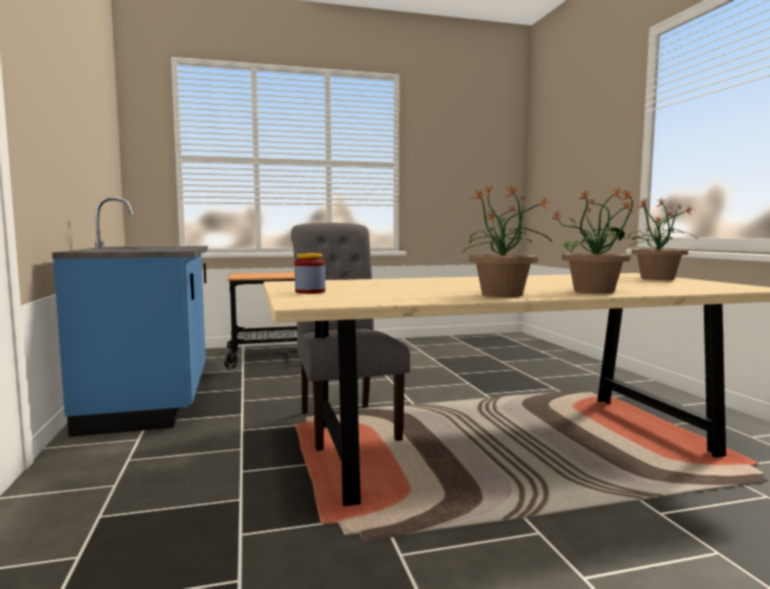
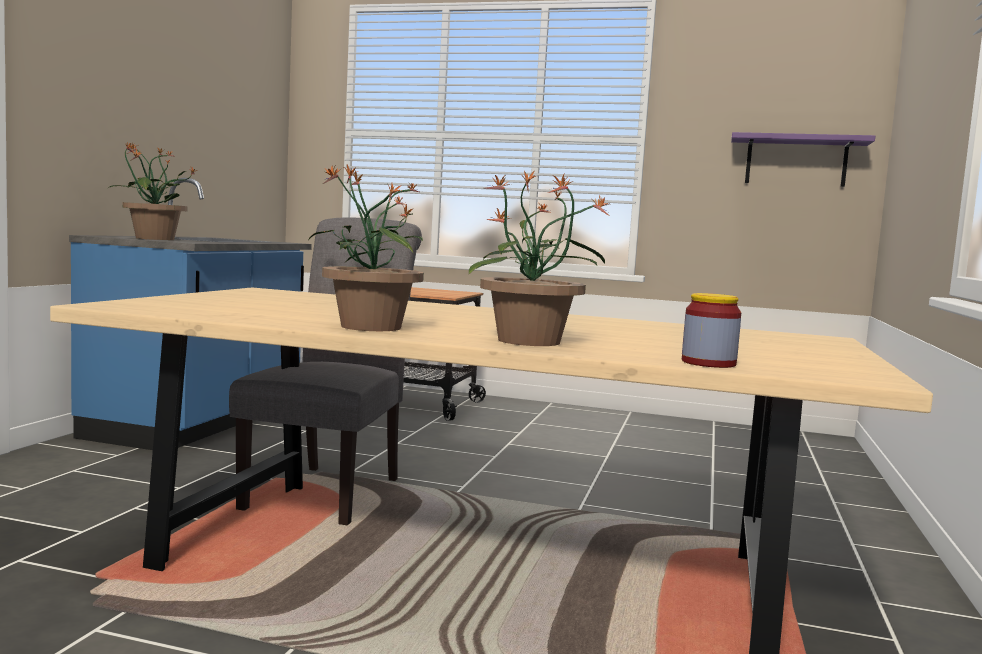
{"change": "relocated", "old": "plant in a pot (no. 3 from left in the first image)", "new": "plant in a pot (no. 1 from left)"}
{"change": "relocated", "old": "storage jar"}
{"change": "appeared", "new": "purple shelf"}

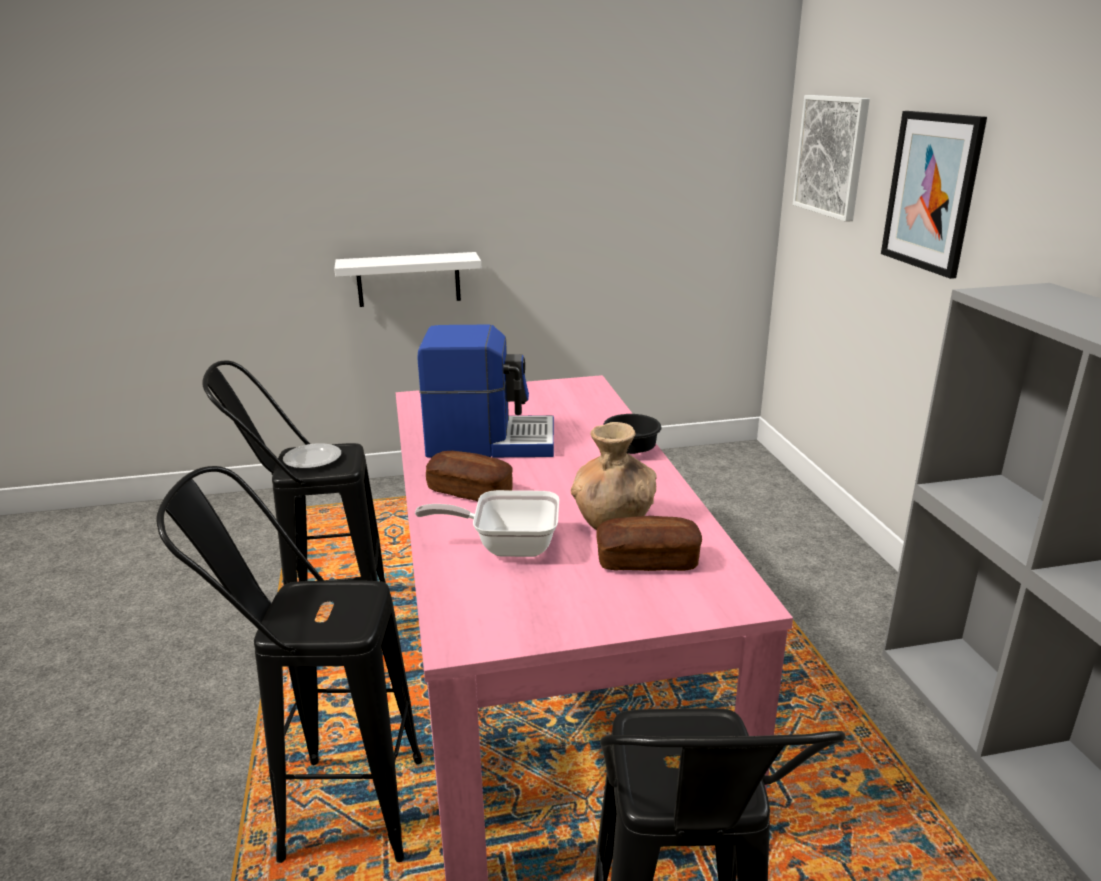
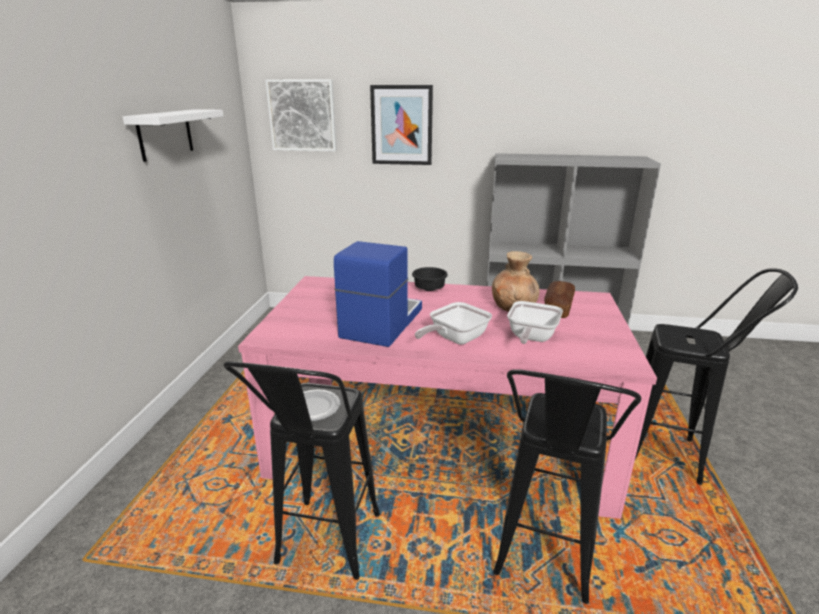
{"change": "relocated", "old": "whitish shelf"}
{"change": "exchanged", "old": "bread (no. 1 from left)", "new": "frying pan (no. 1 from left)"}

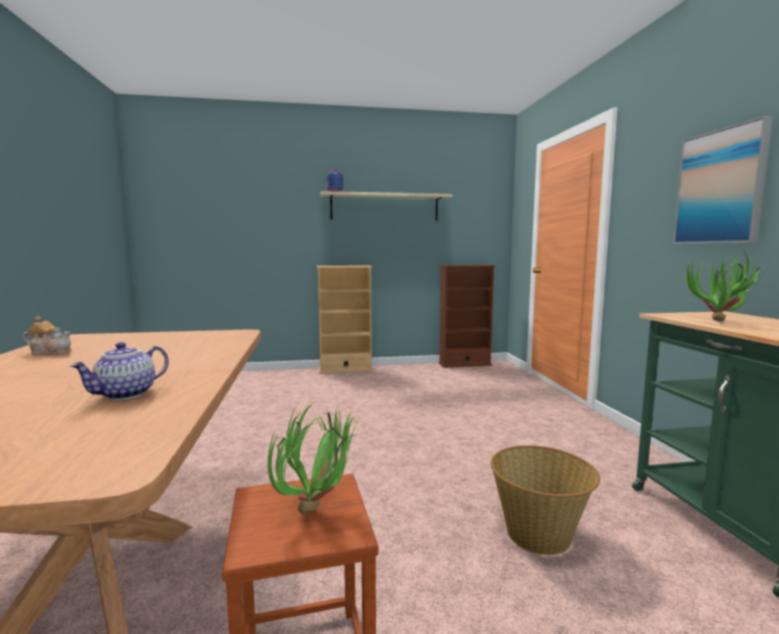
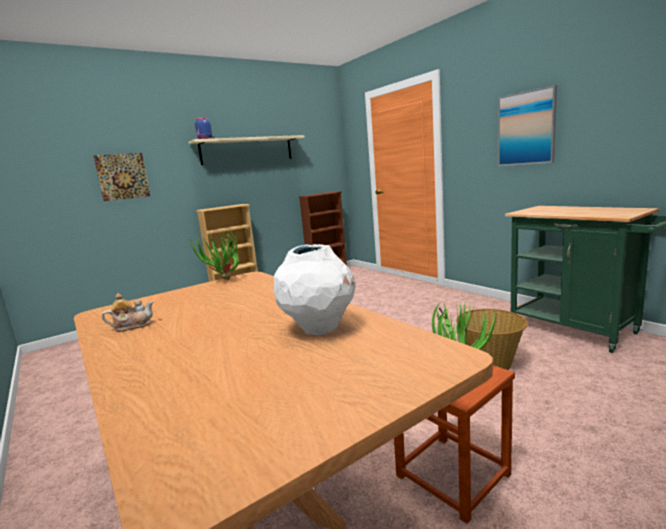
{"change": "relocated", "old": "plant in a pot (no. 2 from left in the first image)", "new": "plant in a pot (no. 1 from left)"}
{"change": "exchanged", "old": "tea pot (no. 2 from left)", "new": "whitish decorative vase"}
{"change": "appeared", "new": "wall picture (no. 1 from left)"}

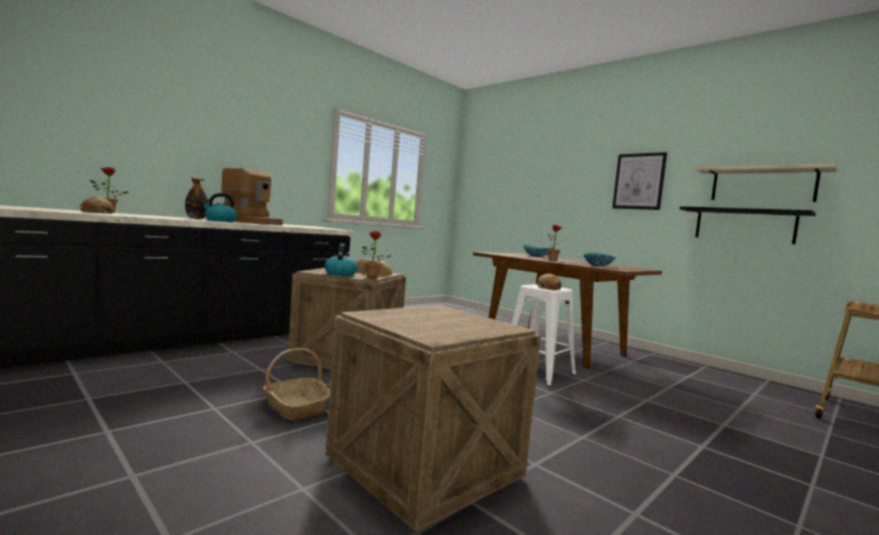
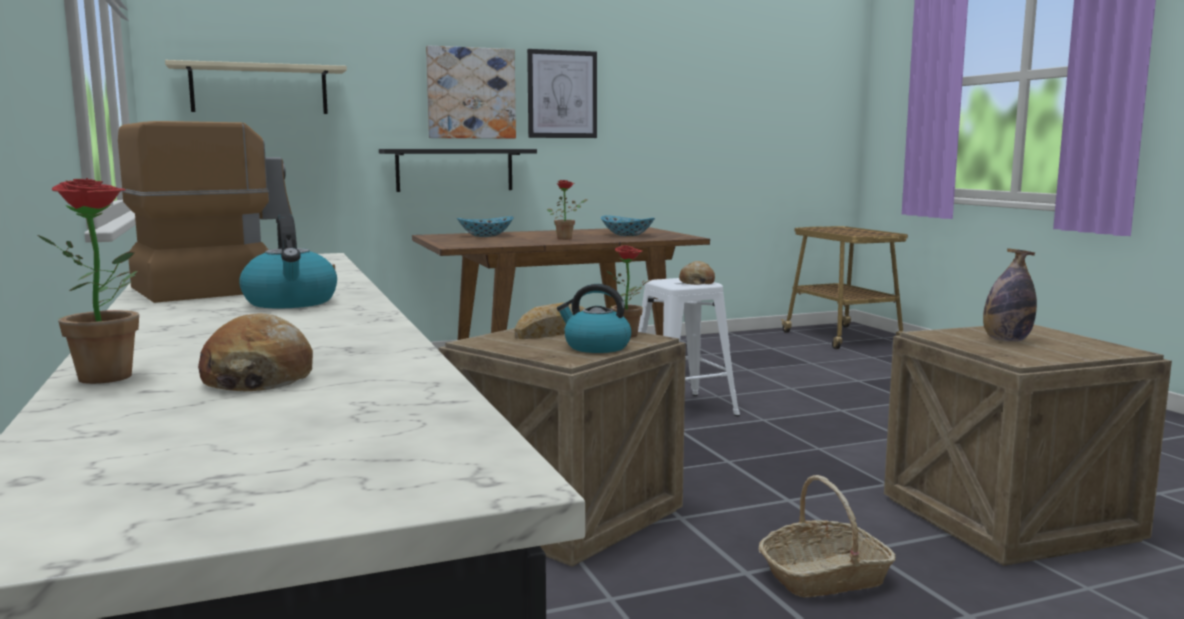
{"change": "relocated", "old": "sand-coloured shelf"}
{"change": "relocated", "old": "beverage bottle"}
{"change": "relocated", "old": "blackish shelf"}
{"change": "appeared", "new": "wall picture (no. 1 from left)"}

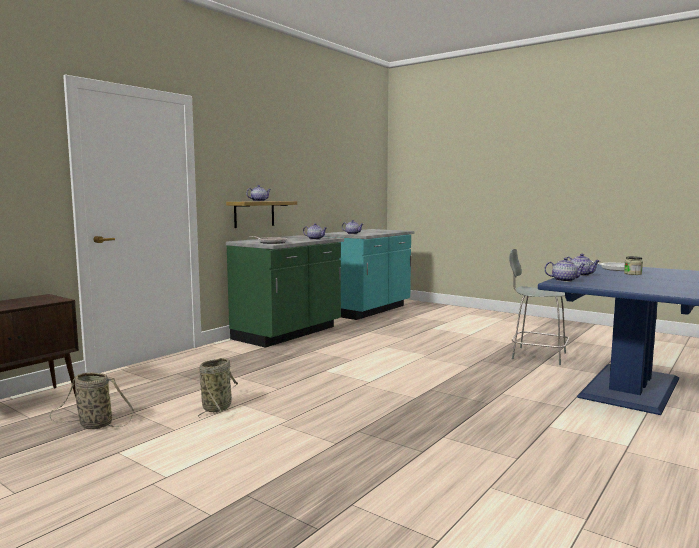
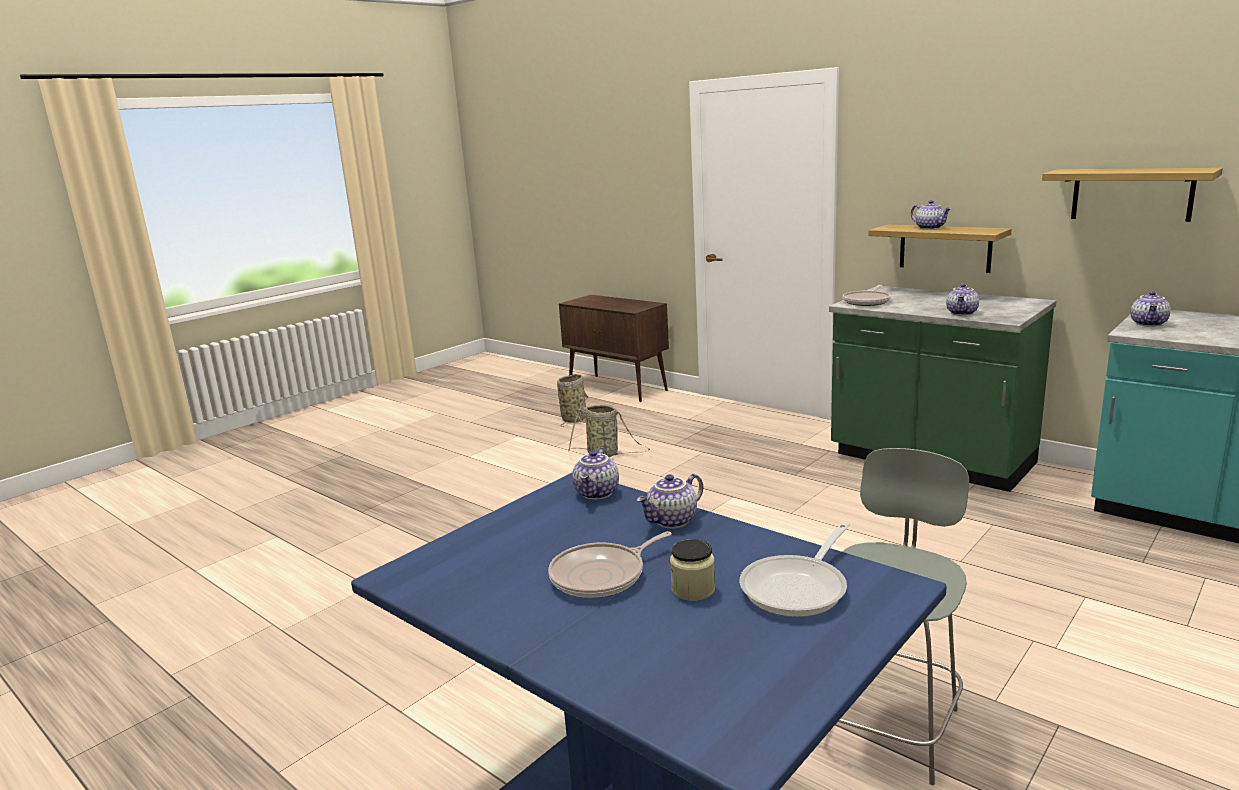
{"change": "appeared", "new": "shelf (no. 2 from left)"}
{"change": "appeared", "new": "frying pan (no. 1 from left)"}

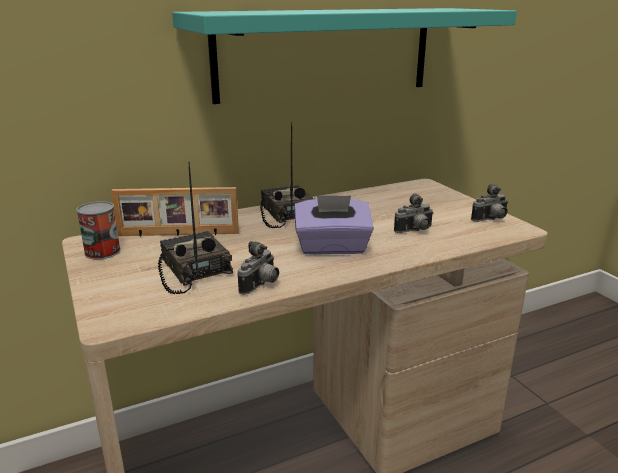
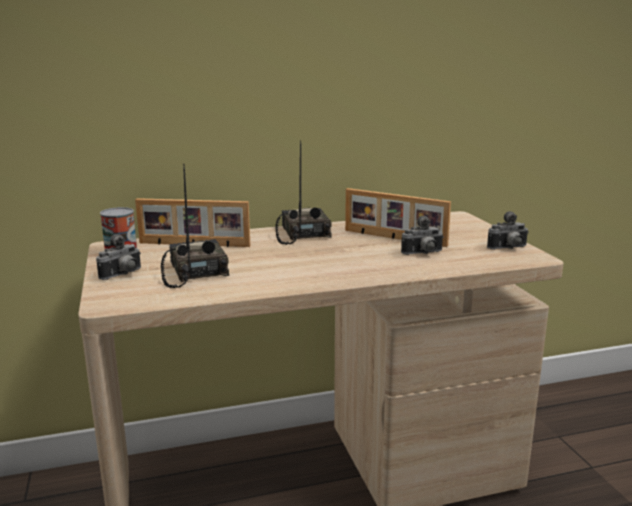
{"change": "missing", "old": "blue-green shelf"}
{"change": "missing", "old": "purple tissue box"}
{"change": "relocated", "old": "photo camera (no. 1 from left)"}
{"change": "appeared", "new": "photo frame (no. 2 from left)"}

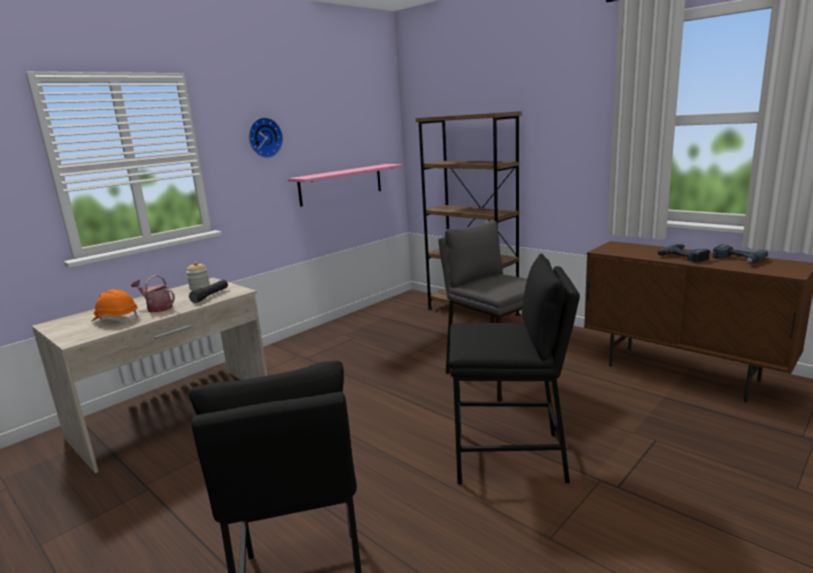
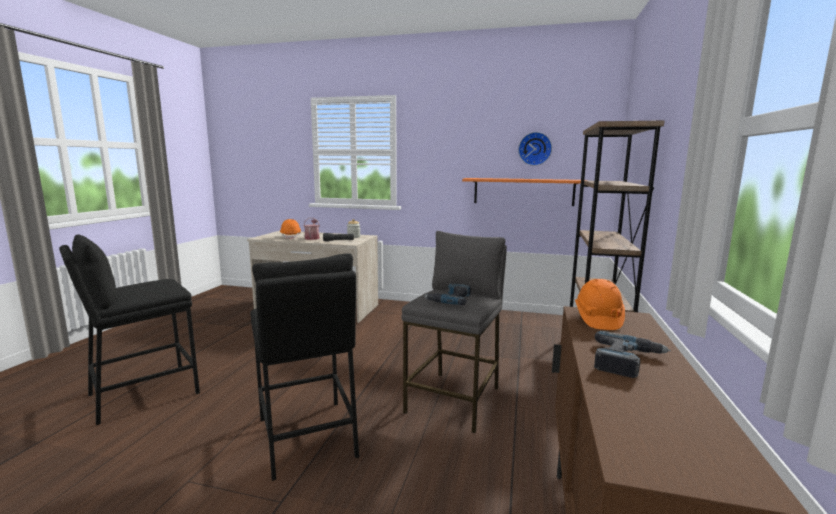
{"change": "relocated", "old": "wall clock"}
{"change": "colour", "old": "pinkish shelf", "new": "orangey shelf"}
{"change": "relocated", "old": "drill (no. 2 from left in the first image)", "new": "drill (no. 1 from left)"}
{"change": "appeared", "new": "orangey work helmet (no. 2 from left)"}

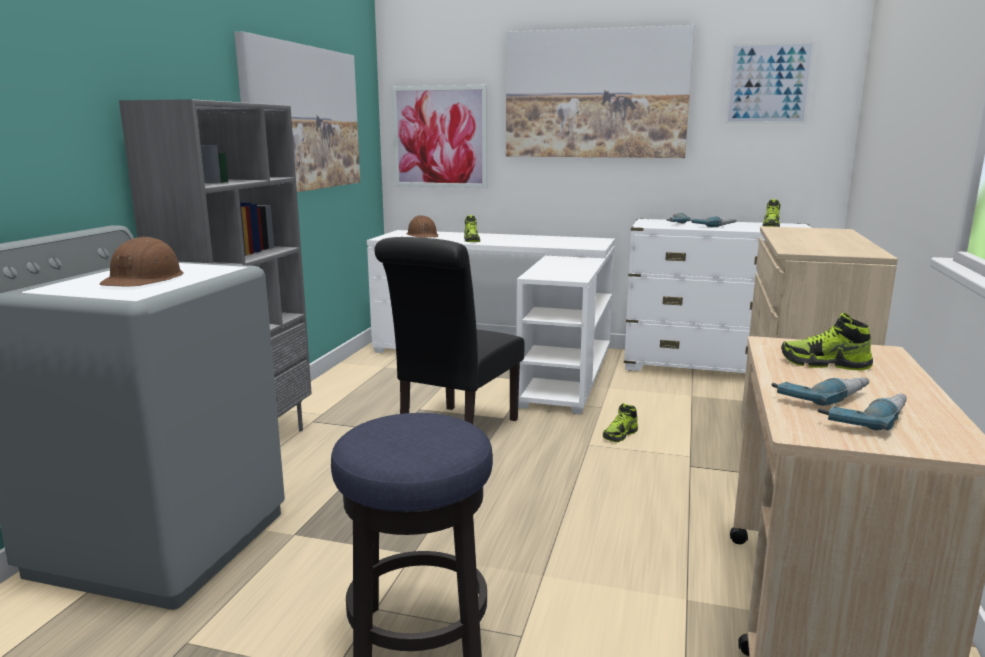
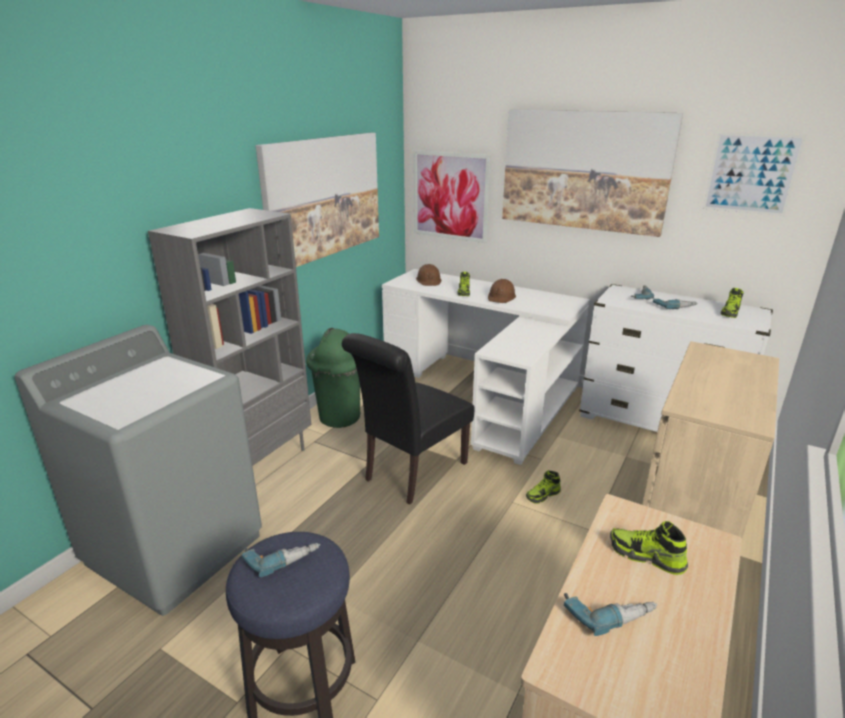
{"change": "relocated", "old": "brown-coloured work helmet (no. 1 from left in the first image)", "new": "brown-coloured work helmet (no. 2 from left)"}
{"change": "relocated", "old": "drill (no. 4 from left in the first image)", "new": "drill (no. 1 from left)"}
{"change": "appeared", "new": "green trash can"}

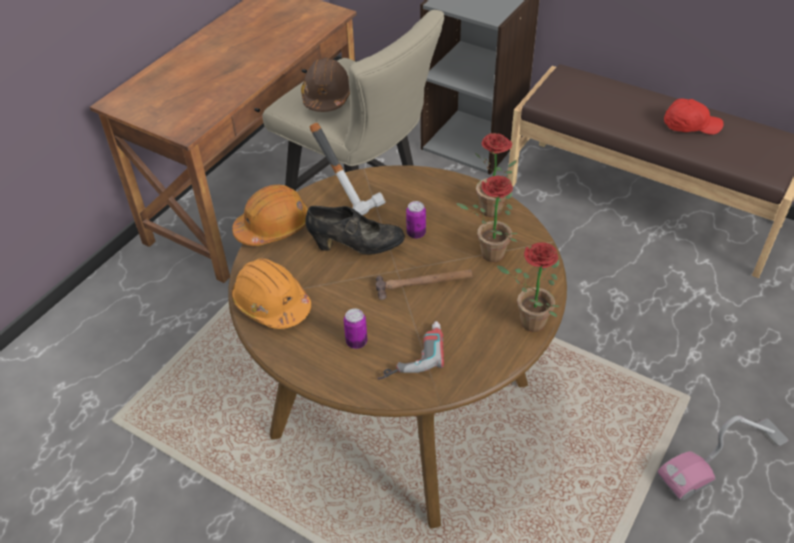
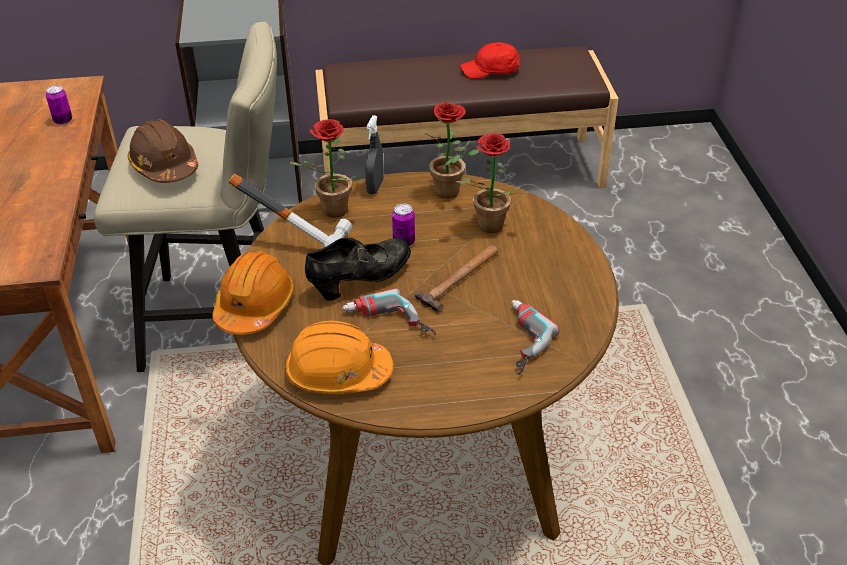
{"change": "spun", "old": "reddish cap", "degrees": -150}
{"change": "relocated", "old": "plant in a pot (no. 3 from left in the first image)", "new": "plant in a pot (no. 1 from left)"}
{"change": "relocated", "old": "sealed can (no. 1 from left)"}
{"change": "missing", "old": "vacuum cleaner"}
{"change": "appeared", "new": "gray hand sprayer"}
{"change": "appeared", "new": "drill (no. 1 from left)"}

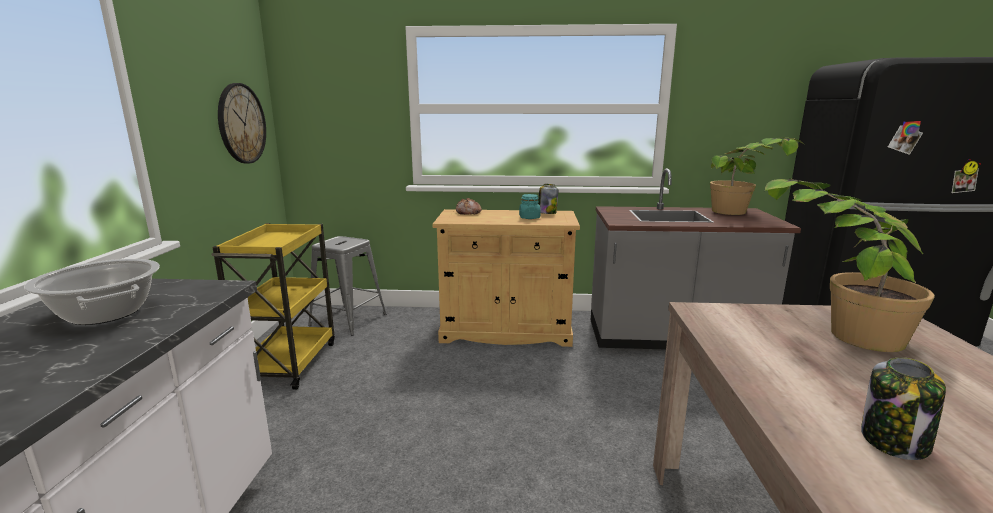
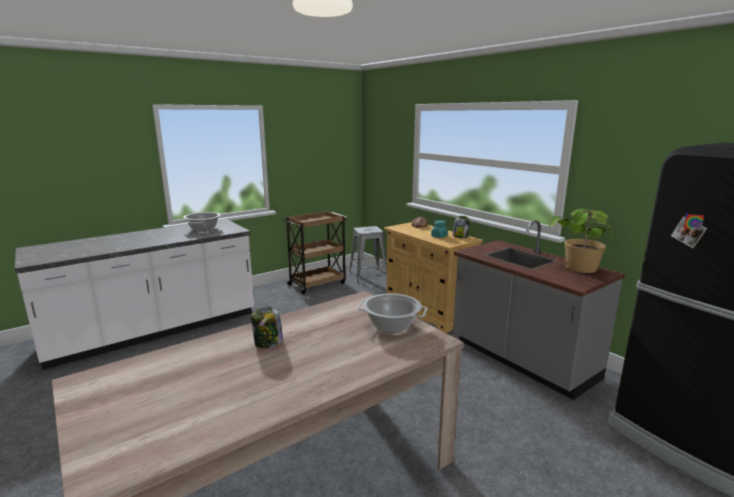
{"change": "missing", "old": "wall clock"}
{"change": "exchanged", "old": "plant in a pot (no. 2 from left)", "new": "cooking pot (no. 2 from left)"}
{"change": "colour", "old": "yellowish wheeled cart", "new": "brown-coloured wheeled cart"}

